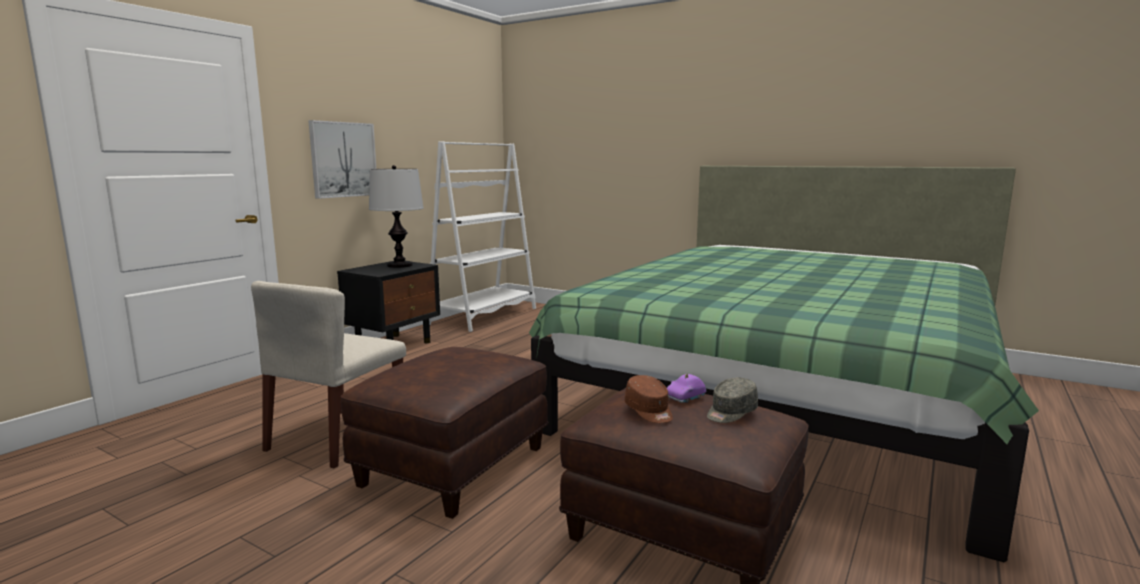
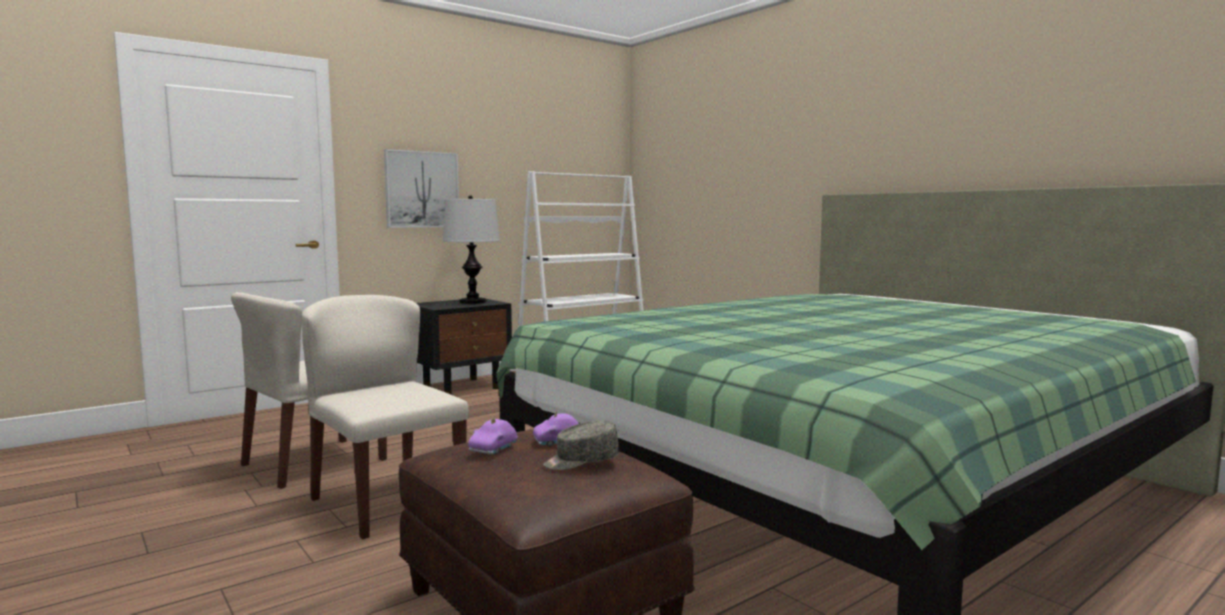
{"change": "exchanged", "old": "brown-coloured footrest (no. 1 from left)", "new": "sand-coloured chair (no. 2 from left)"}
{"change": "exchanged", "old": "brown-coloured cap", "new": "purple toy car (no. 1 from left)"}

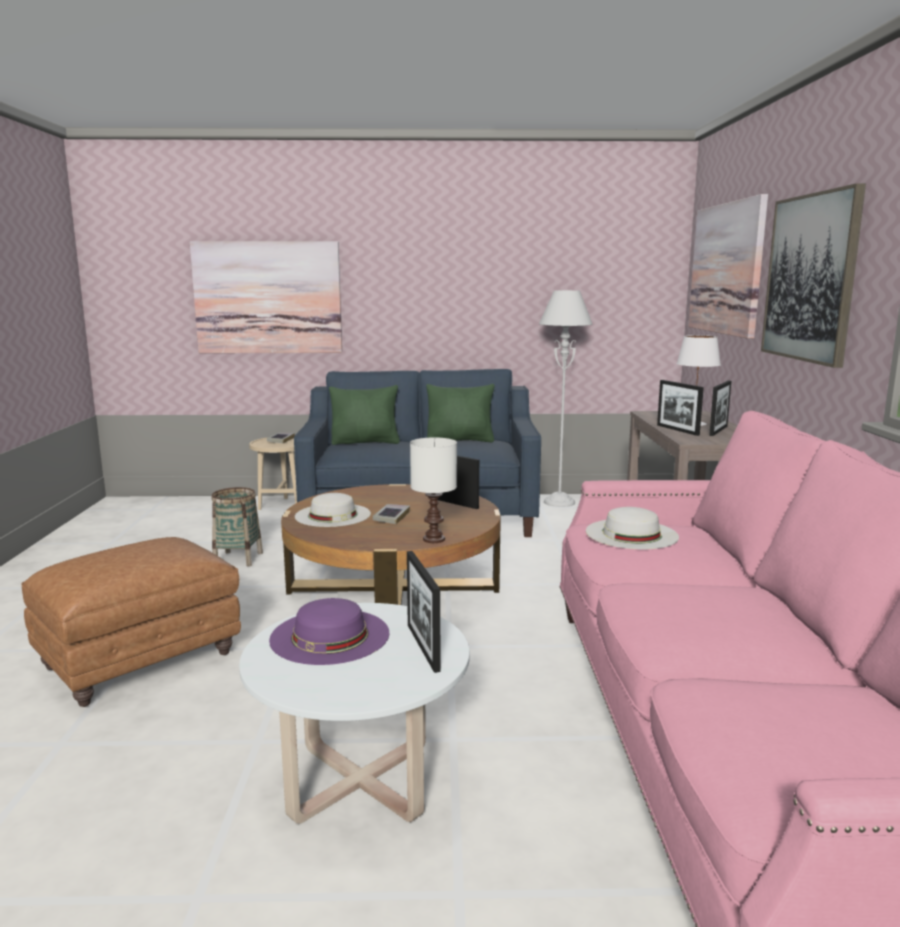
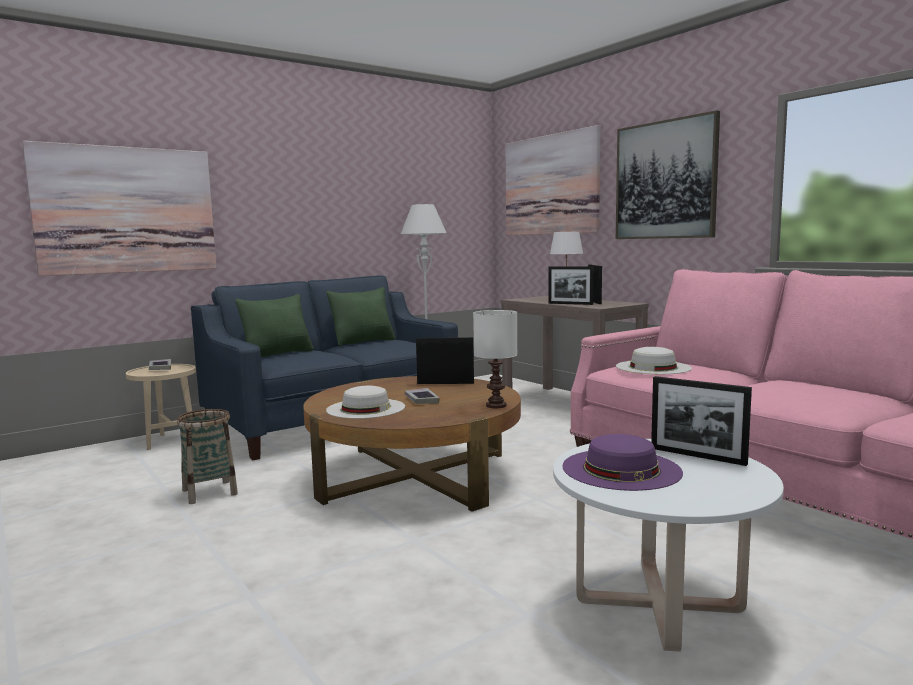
{"change": "missing", "old": "brown-coloured footrest"}

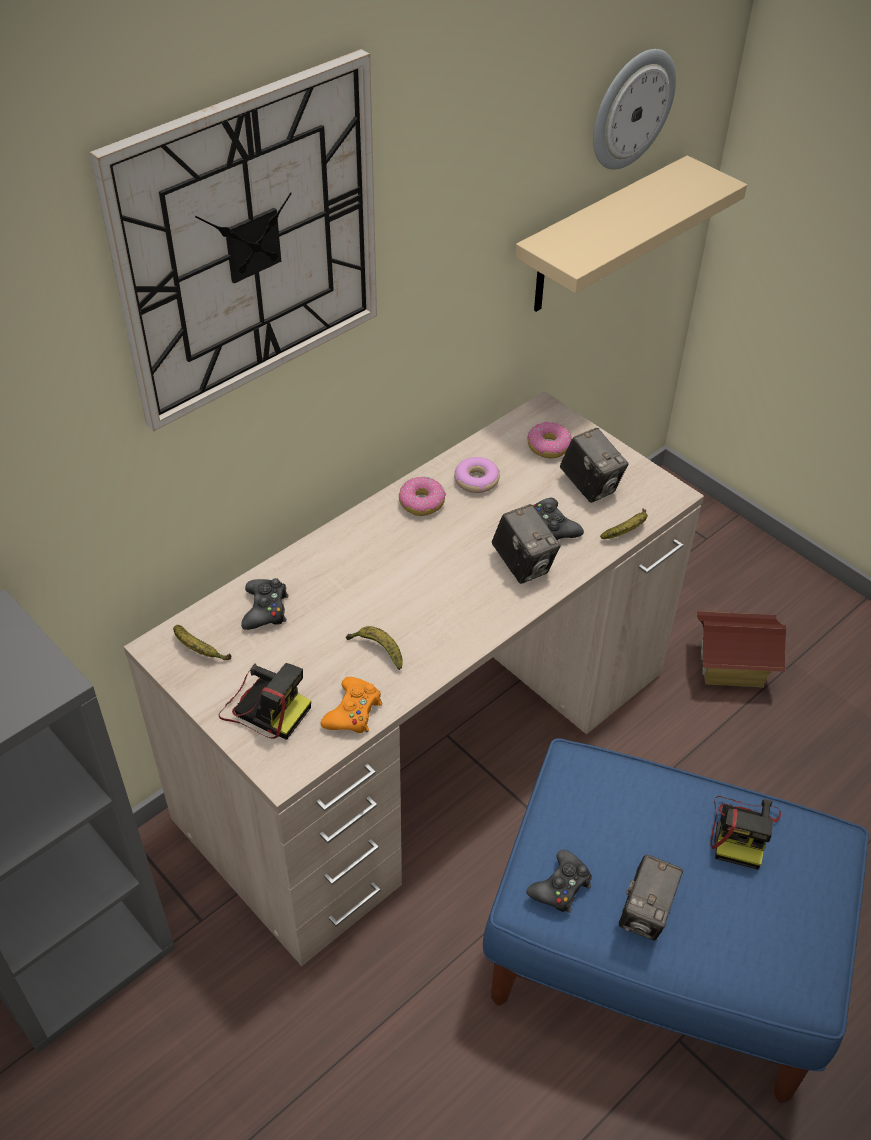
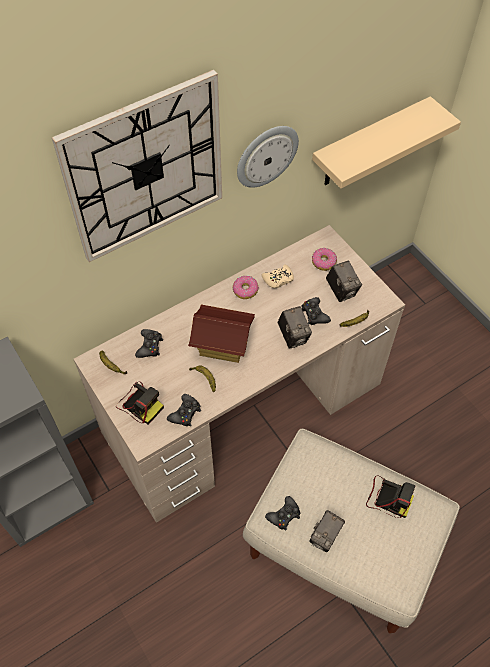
{"change": "relocated", "old": "wall clock (no. 2 from left)"}
{"change": "exchanged", "old": "doughnut (no. 2 from left)", "new": "sand-coloured game controller"}
{"change": "relocated", "old": "toy house"}
{"change": "colour", "old": "orangey game controller", "new": "blackish game controller (no. 2 from left)"}
{"change": "colour", "old": "blue footrest", "new": "sand-coloured footrest"}
{"change": "spun", "old": "photo camera (no. 5 from left)", "degrees": -90}

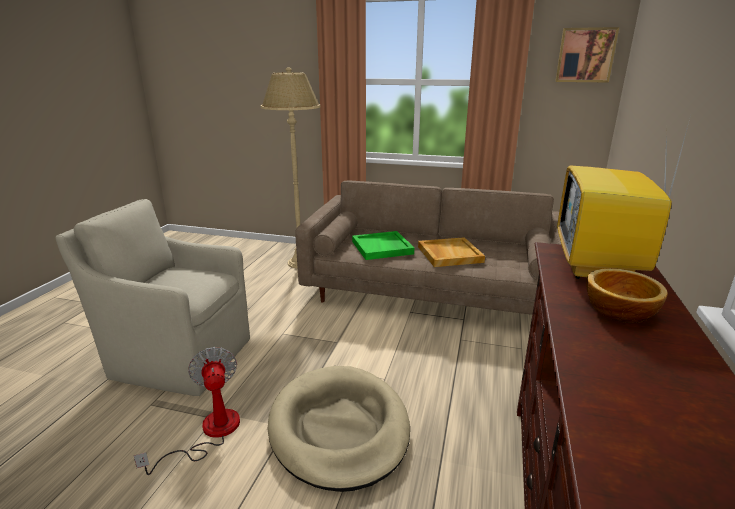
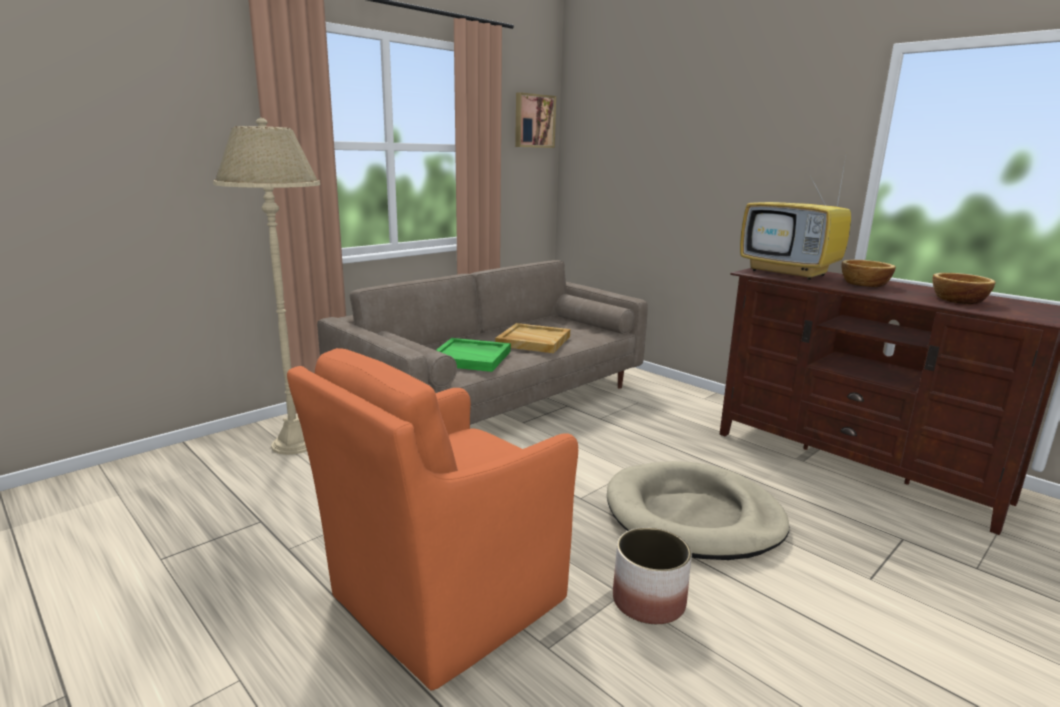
{"change": "colour", "old": "sand-coloured lounge chair", "new": "orangey lounge chair"}
{"change": "exchanged", "old": "cooling fan", "new": "plant pot"}
{"change": "appeared", "new": "bowl (no. 2 from left)"}

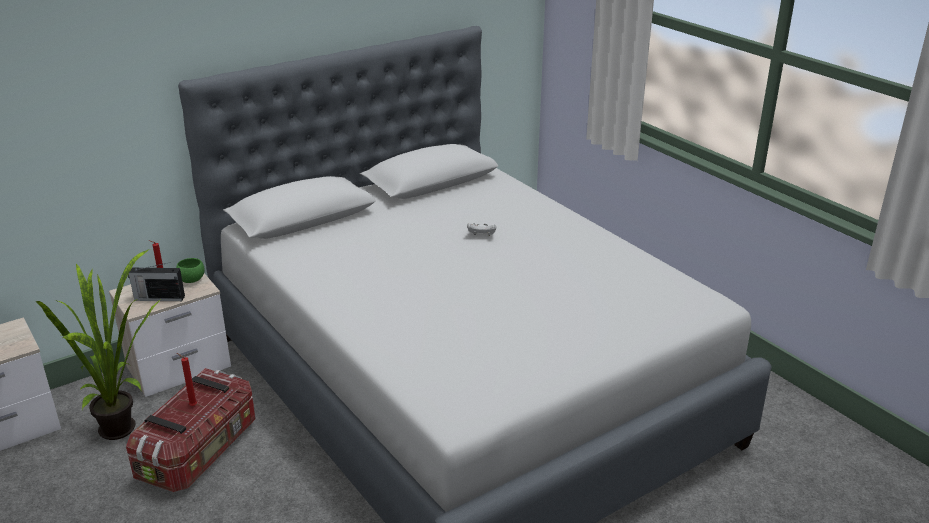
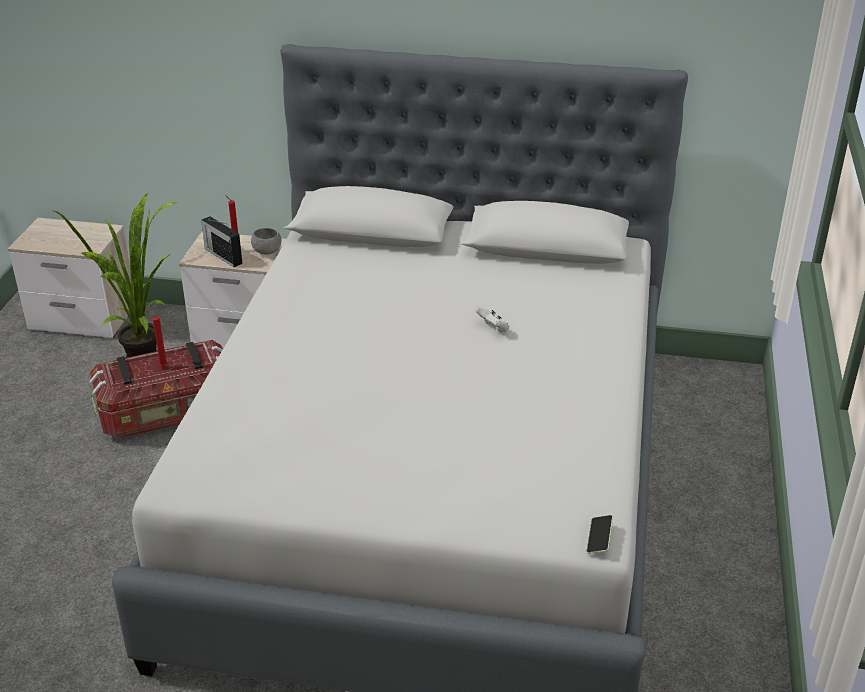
{"change": "colour", "old": "green bowl", "new": "gray bowl"}
{"change": "appeared", "new": "phone"}

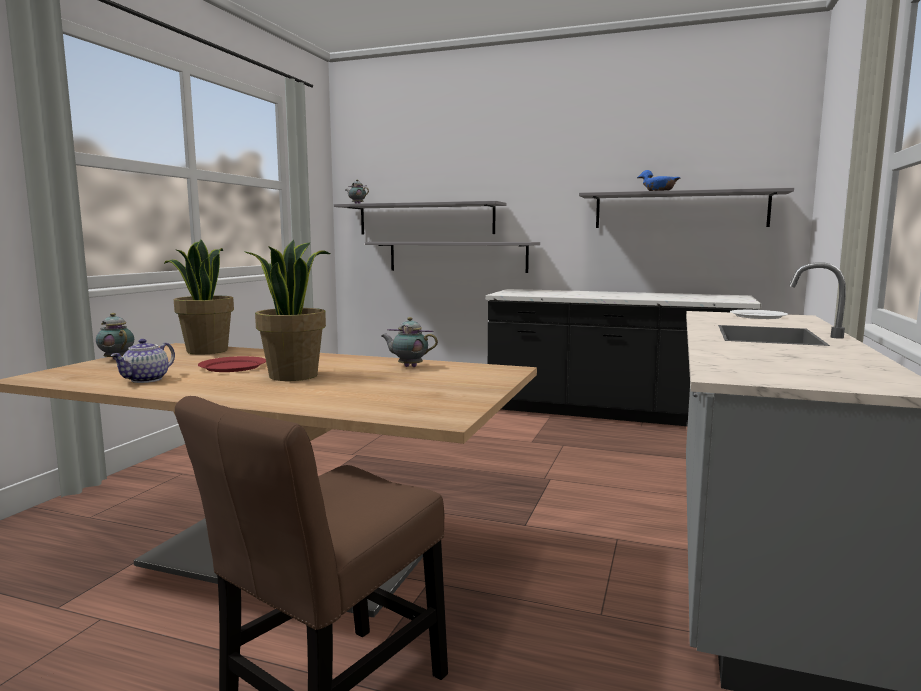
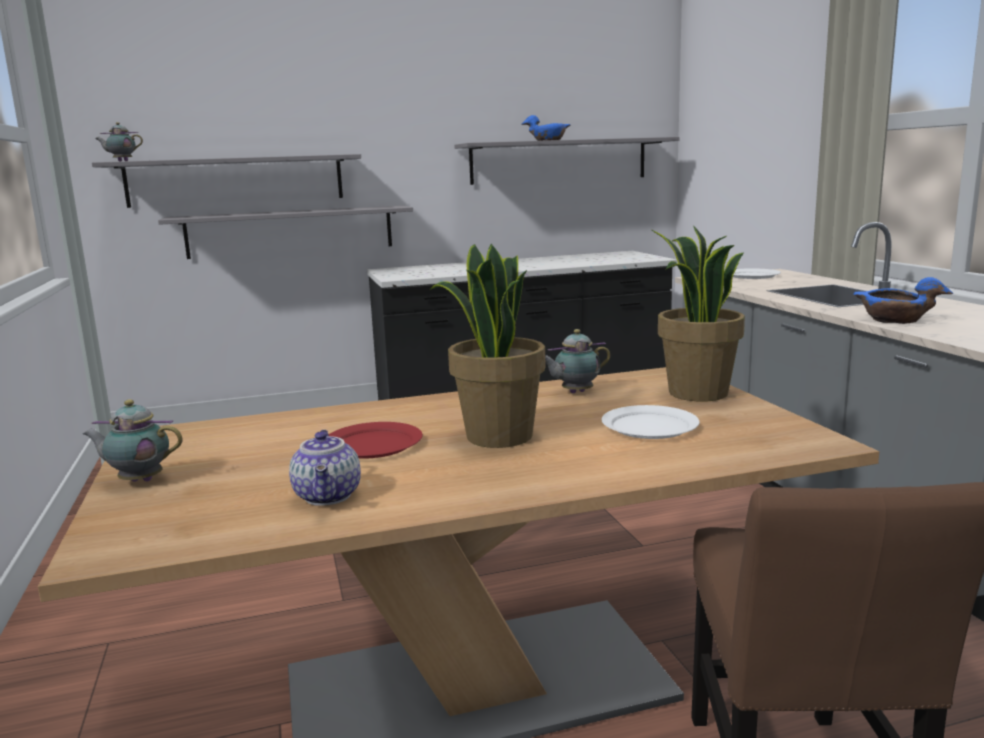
{"change": "relocated", "old": "plant in a pot (no. 1 from left in the first image)", "new": "plant in a pot (no. 2 from left)"}
{"change": "appeared", "new": "blue bowl (no. 2 from left)"}
{"change": "appeared", "new": "whitish dinner plate (no. 1 from left)"}

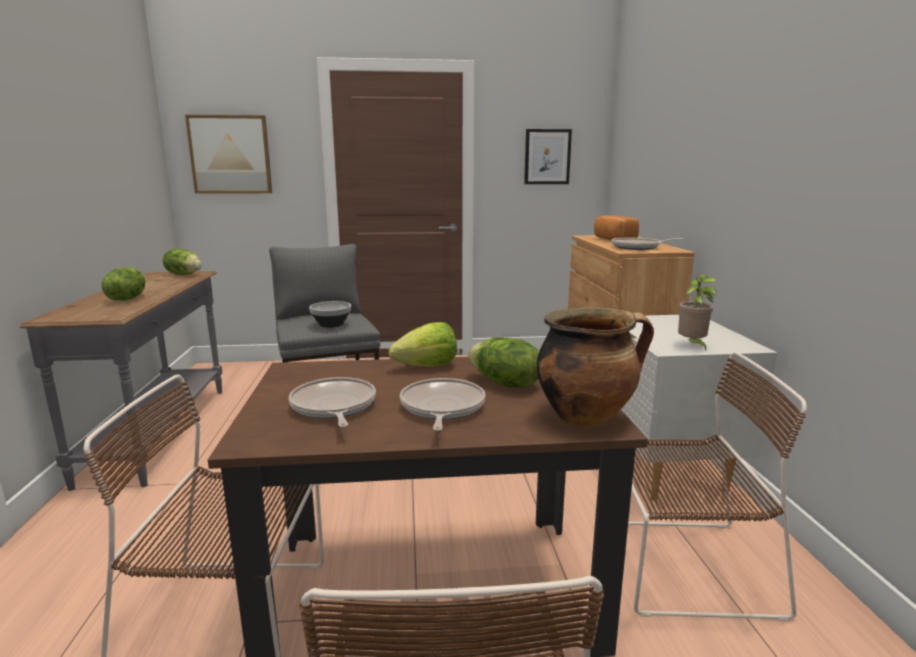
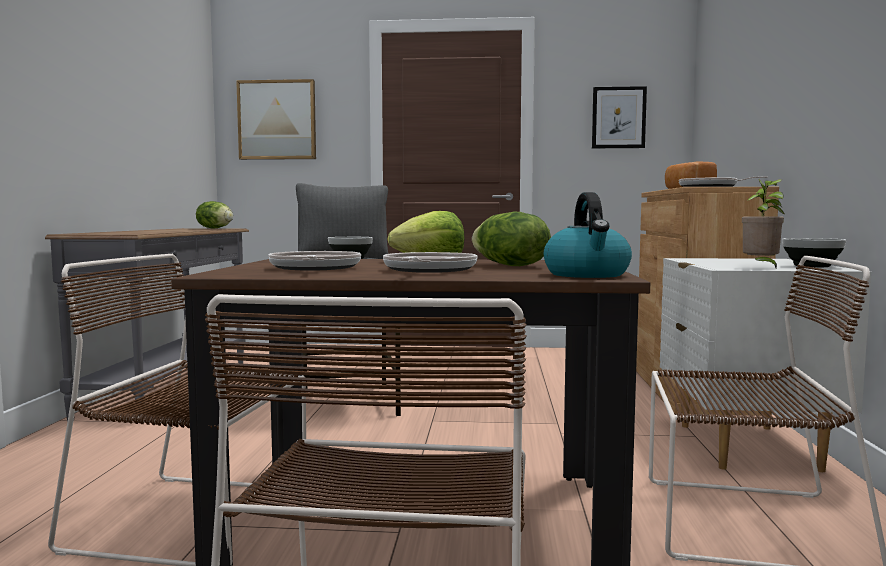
{"change": "missing", "old": "lettuce (no. 1 from left)"}
{"change": "exchanged", "old": "cooking pot", "new": "tea kettle"}
{"change": "appeared", "new": "bowl (no. 2 from left)"}

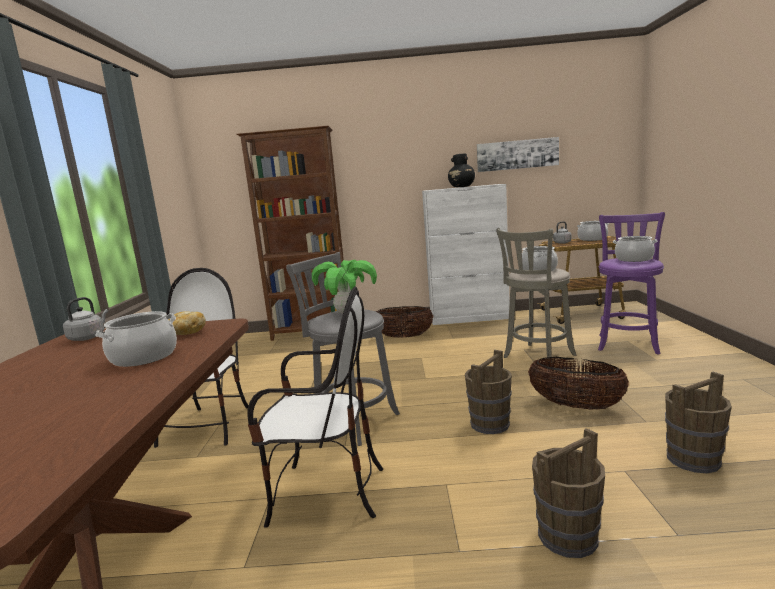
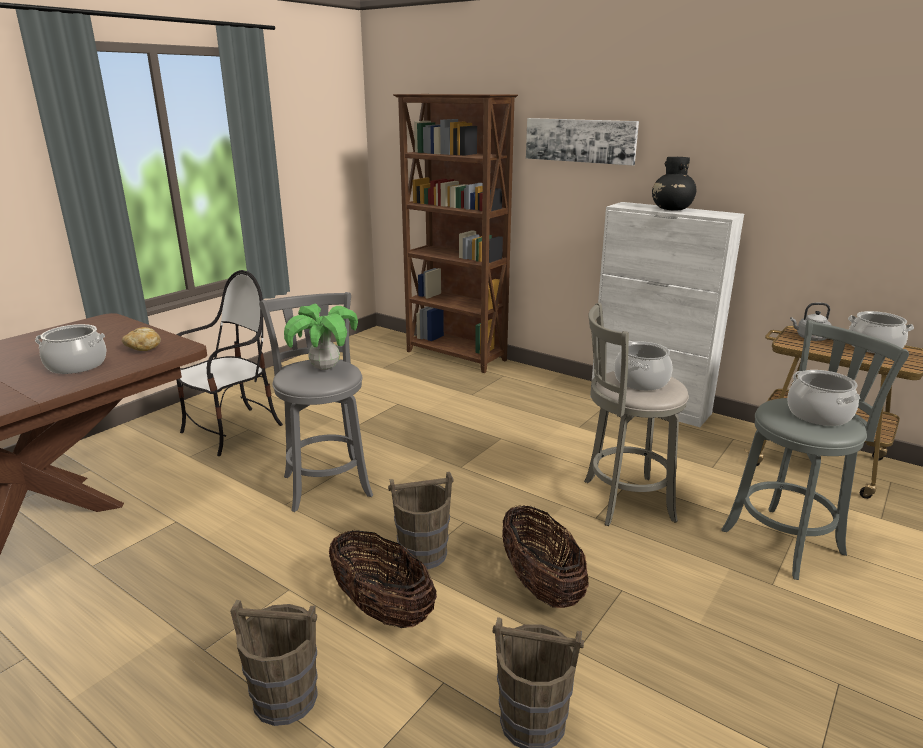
{"change": "relocated", "old": "wall picture"}
{"change": "colour", "old": "purple stool seat", "new": "gray stool seat (no. 3 from left)"}
{"change": "missing", "old": "chair (no. 2 from left)"}
{"change": "missing", "old": "gray tea kettle (no. 1 from left)"}
{"change": "relocated", "old": "household basket (no. 1 from left)"}

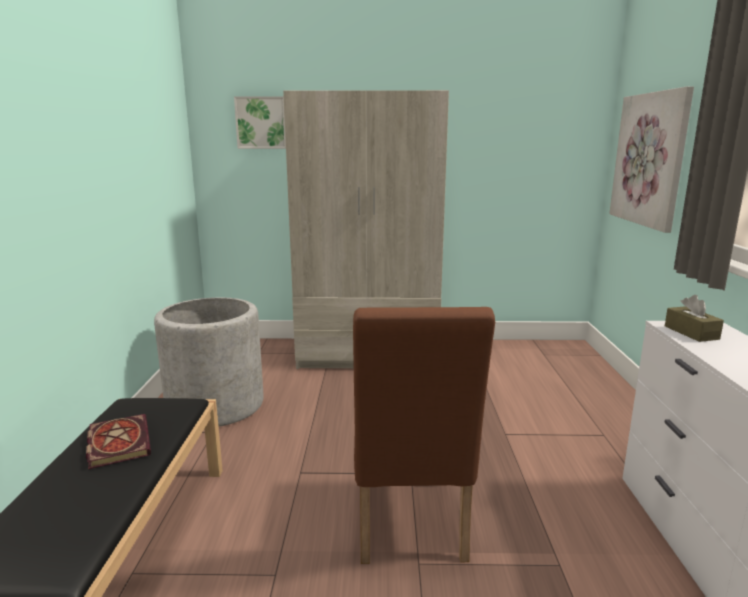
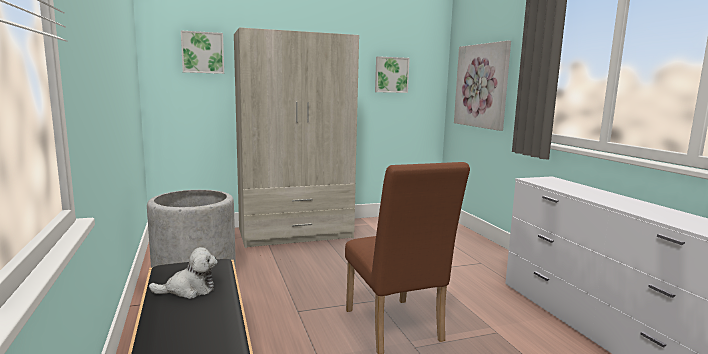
{"change": "missing", "old": "brown-coloured tissue box"}
{"change": "exchanged", "old": "volume", "new": "soft toy"}
{"change": "appeared", "new": "wall picture (no. 2 from left)"}

